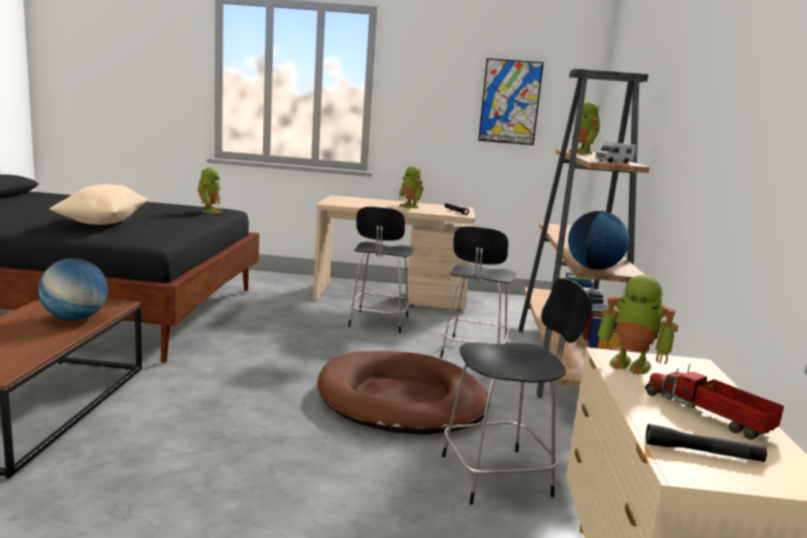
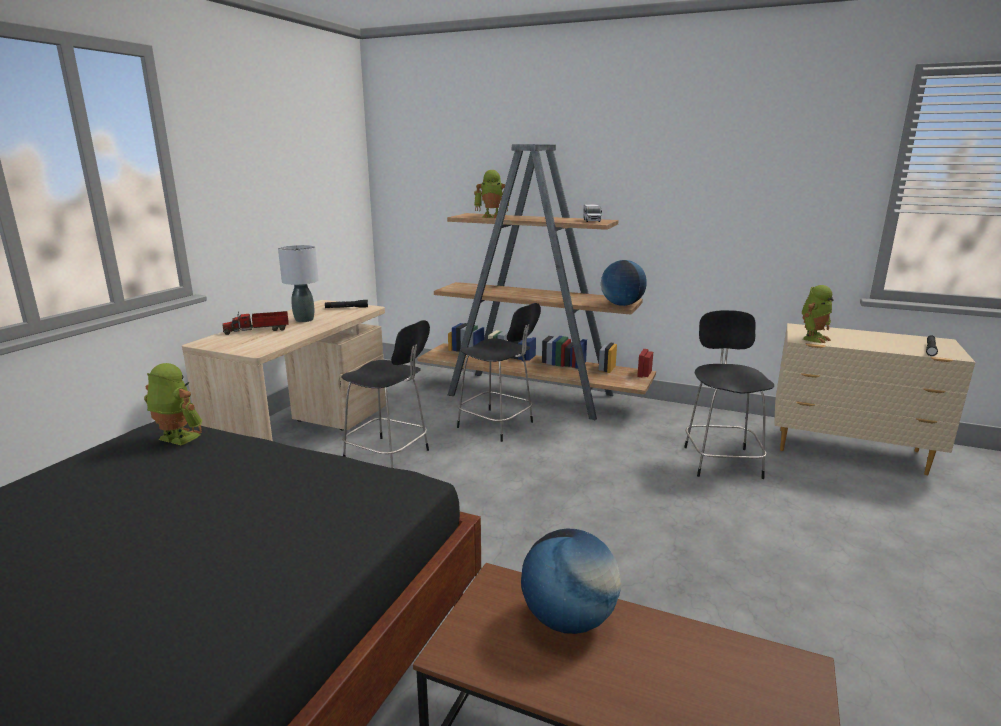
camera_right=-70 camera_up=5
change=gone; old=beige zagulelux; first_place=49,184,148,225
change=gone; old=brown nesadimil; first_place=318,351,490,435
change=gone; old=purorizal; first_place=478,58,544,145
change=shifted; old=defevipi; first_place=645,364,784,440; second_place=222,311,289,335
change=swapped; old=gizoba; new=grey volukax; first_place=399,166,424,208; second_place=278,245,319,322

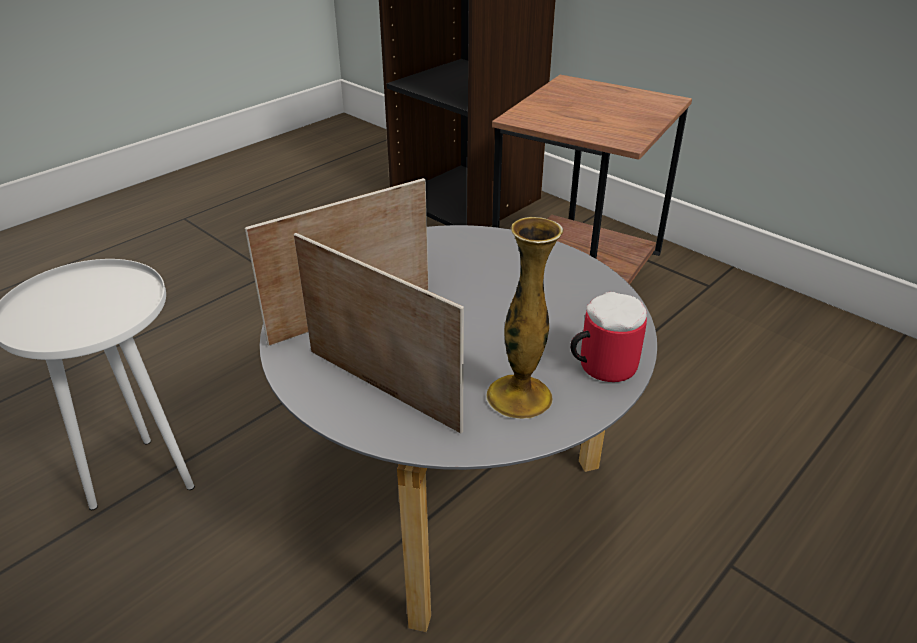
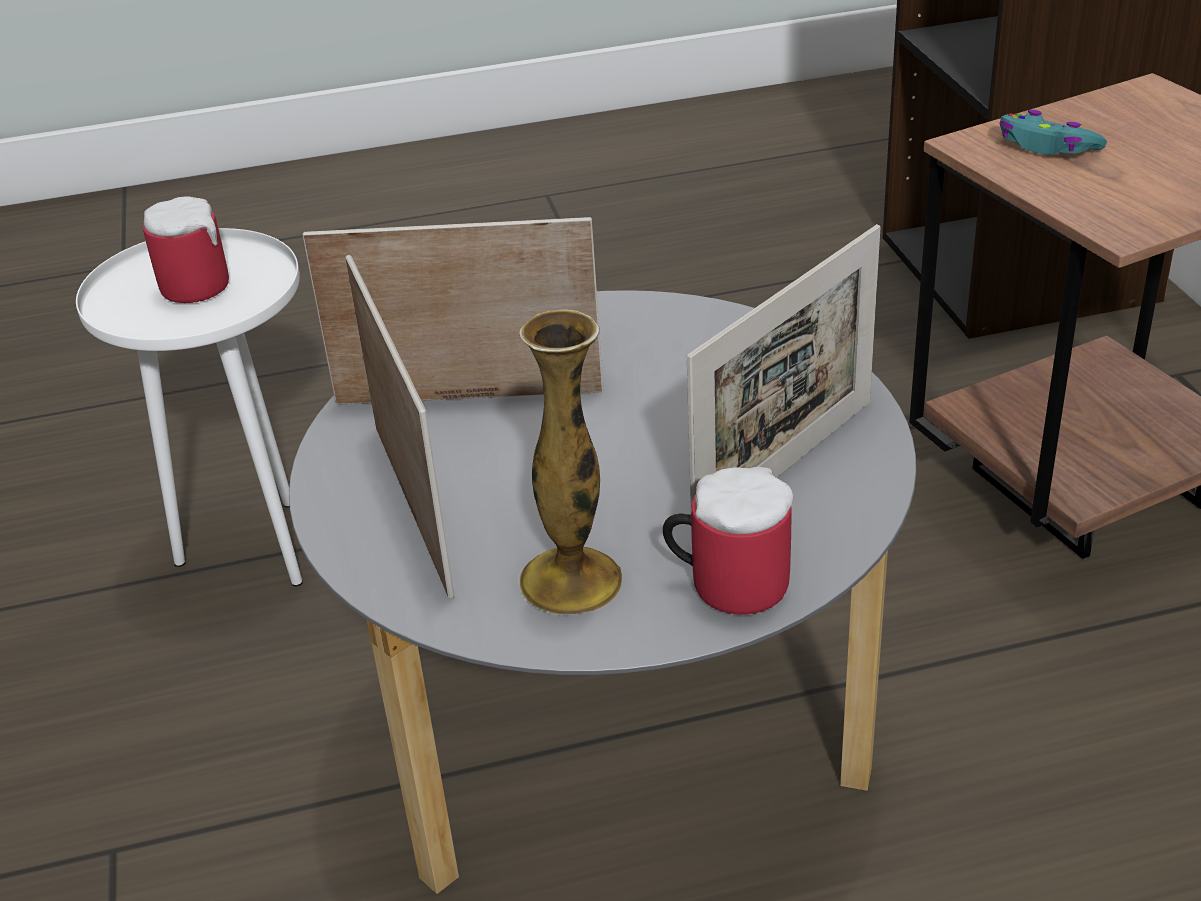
camera_right=35 camera_up=0
change=new; new=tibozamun; second_place=143,196,229,303
change=new; new=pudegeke; second_place=687,224,880,537
change=new; new=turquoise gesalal; second_place=999,110,1107,155

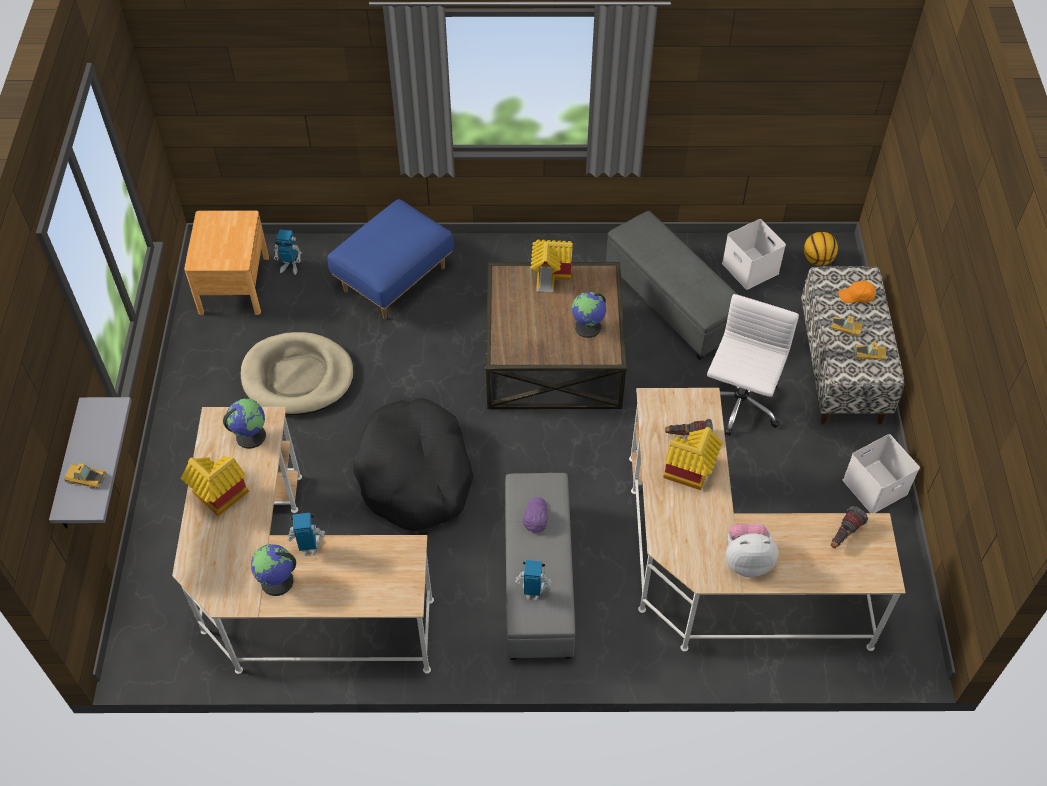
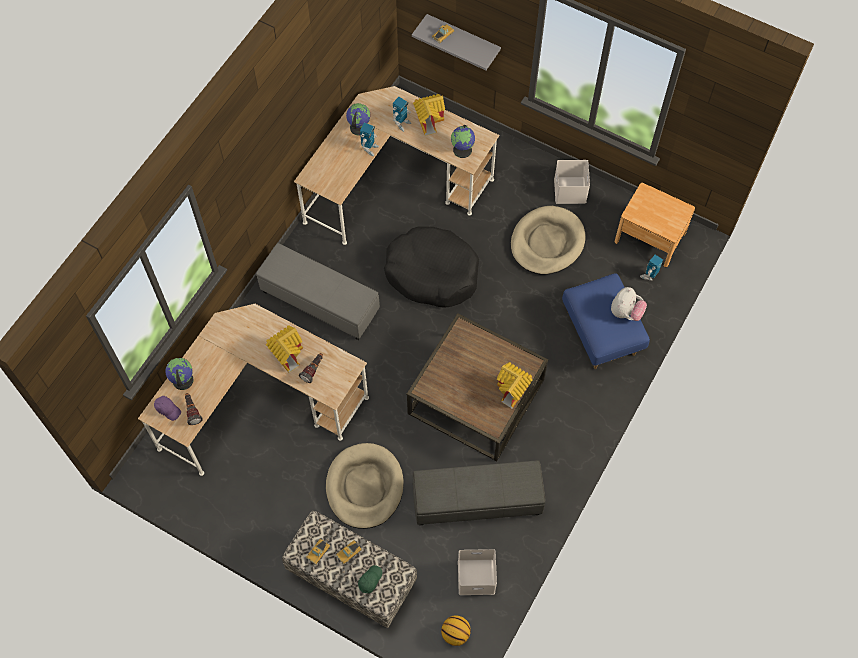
camera_right=120 camera_up=10
change=shifted; old=gizoba; first_place=515,560,551,601; second_place=392,97,411,132
change=shifted; old=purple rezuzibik; first_place=523,497,548,533; second_place=154,396,181,421
change=shifted; old=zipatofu; first_place=572,292,606,338; second_place=165,358,194,390
change=shifted; old=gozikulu; first_place=726,523,779,577; second_place=611,287,647,321
change=shifted; old=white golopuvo; first_place=843,434,920,513; second_place=554,160,590,204
change=swapped; old=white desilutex; new=beige nesadimil; first_place=707,294,799,436; second_place=326,443,404,529
change=repainted; old=orange rezuzibik; new=green rezuzibik; first_place=838,281,876,303; second_place=358,565,382,593

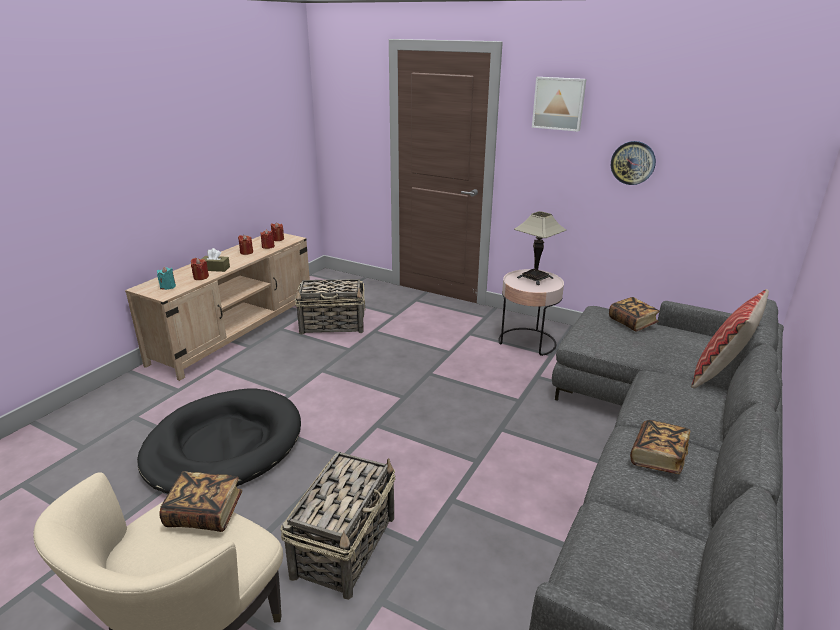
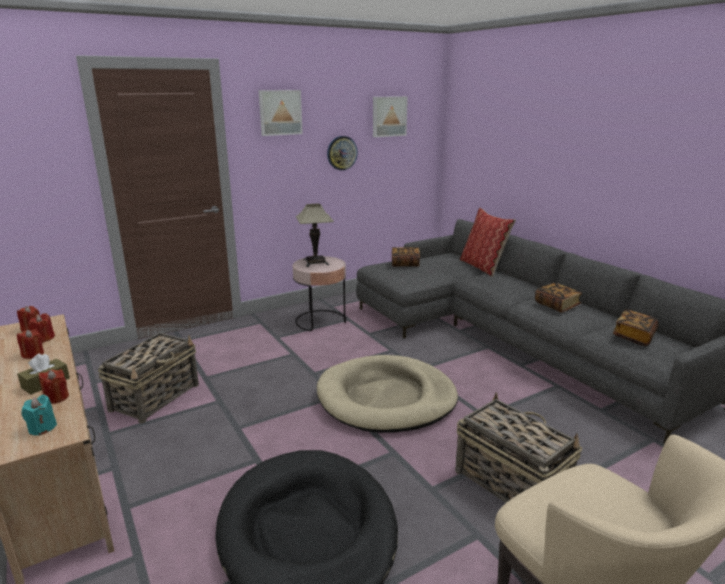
camera_right=-60 camera_up=-5
change=new; new=beige nesadimil; second_place=317,355,458,433
change=new; new=purorizal; second_place=373,96,408,137
change=shifted; old=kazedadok; first_place=159,471,242,532; second_place=613,310,658,346

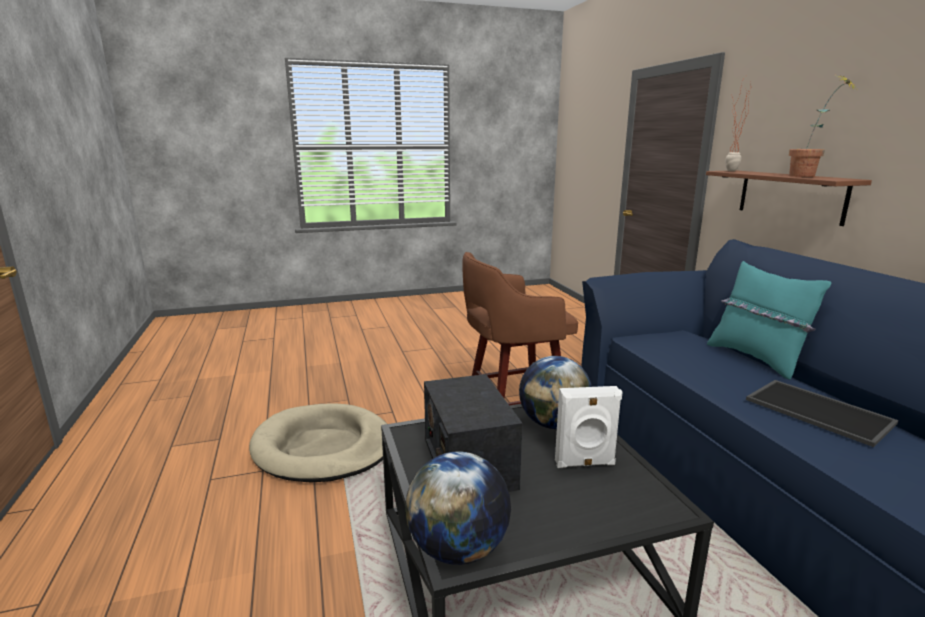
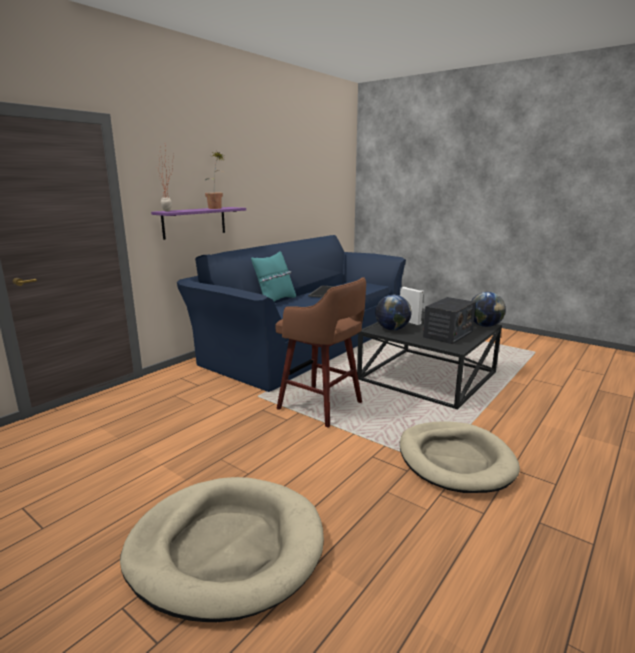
camera_right=-125 camera_up=0
change=new; new=beige nesadimil; second_place=120,477,324,622
change=repainted; old=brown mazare; new=purple mazare; first_place=706,170,872,226; second_place=151,207,246,240

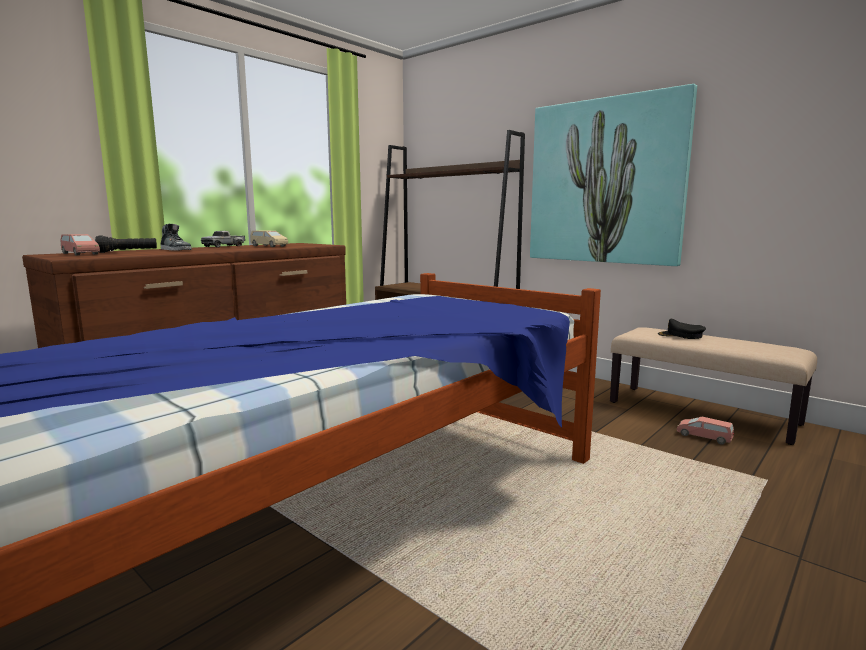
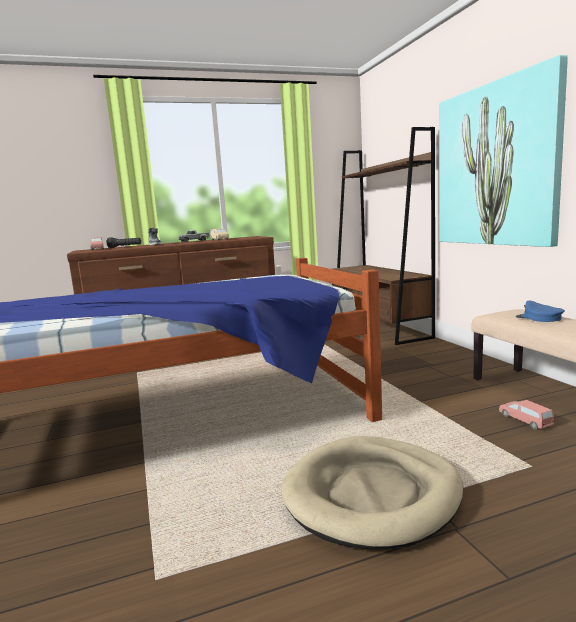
camera_right=30 camera_up=0
change=new; new=beige nesadimil; second_place=281,436,463,550
change=repainted; old=black rezuzibik; new=blue rezuzibik; first_place=658,319,706,339; second_place=515,300,565,322

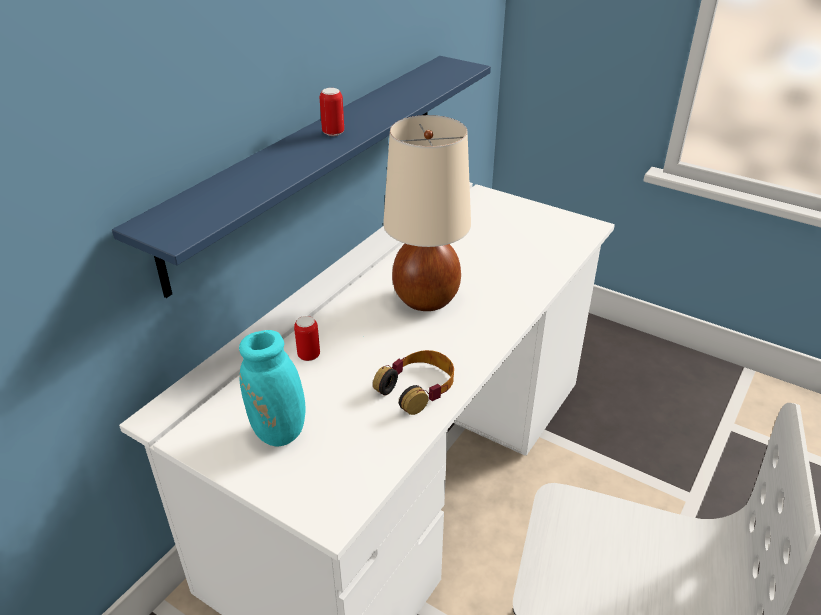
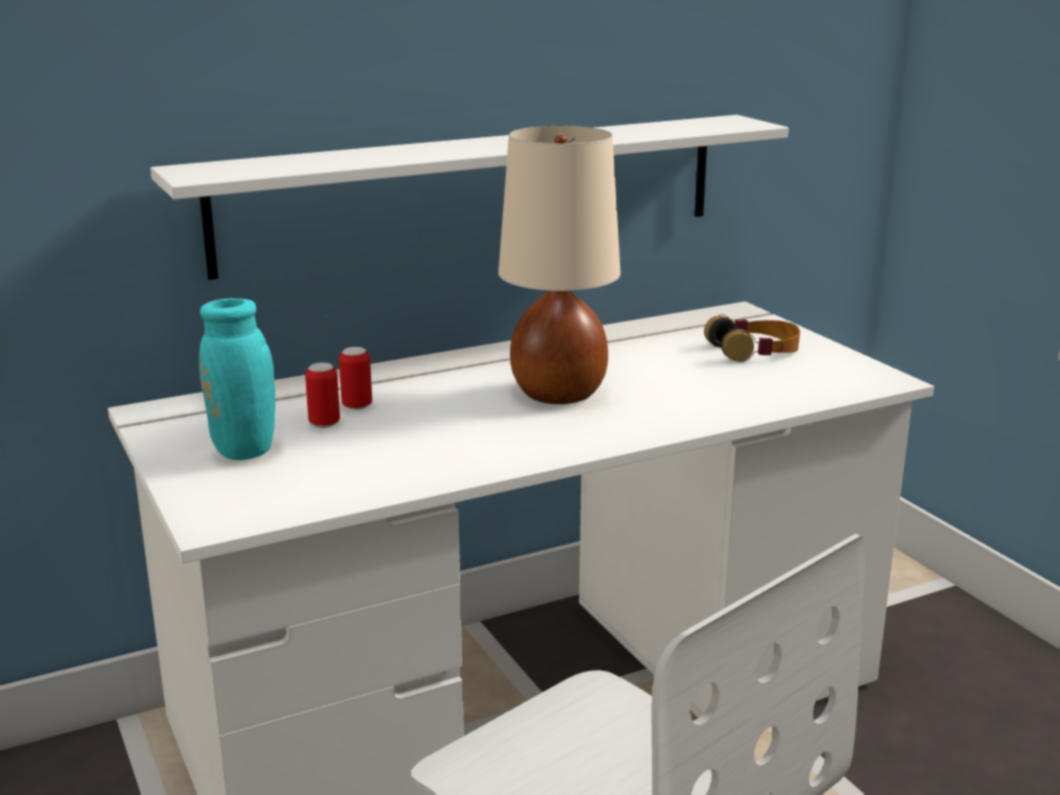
camera_right=30 camera_up=-15
change=shifted; old=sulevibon; first_place=320,88,344,136; second_place=305,362,340,428
change=shifted; old=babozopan; first_place=373,350,454,415; second_place=704,315,800,362
change=repainted; old=blue mazare; new=white mazare; first_place=112,56,491,298; second_place=150,115,789,280

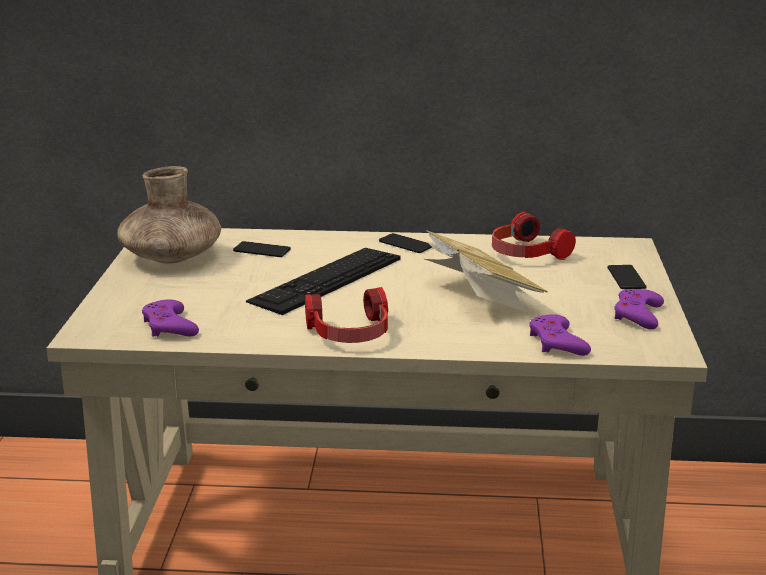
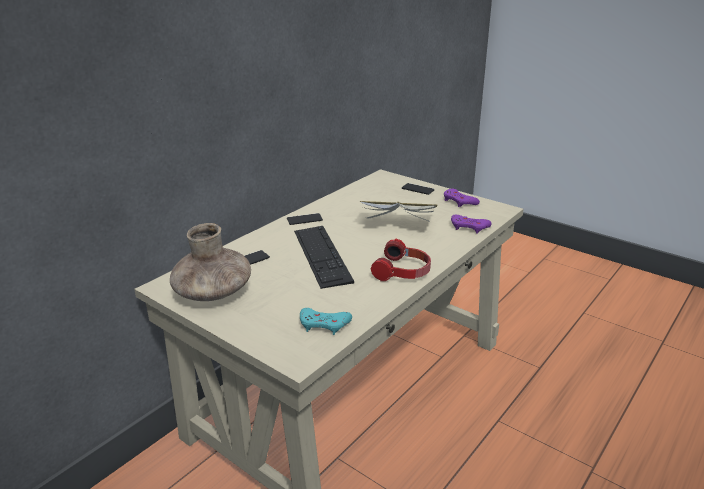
camera_right=-55 camera_up=5
change=gone; old=babozopan; first_place=492,211,576,260
change=repainted; old=purple gesalal; new=turquoise gesalal; first_place=142,299,199,337; second_place=300,308,352,335

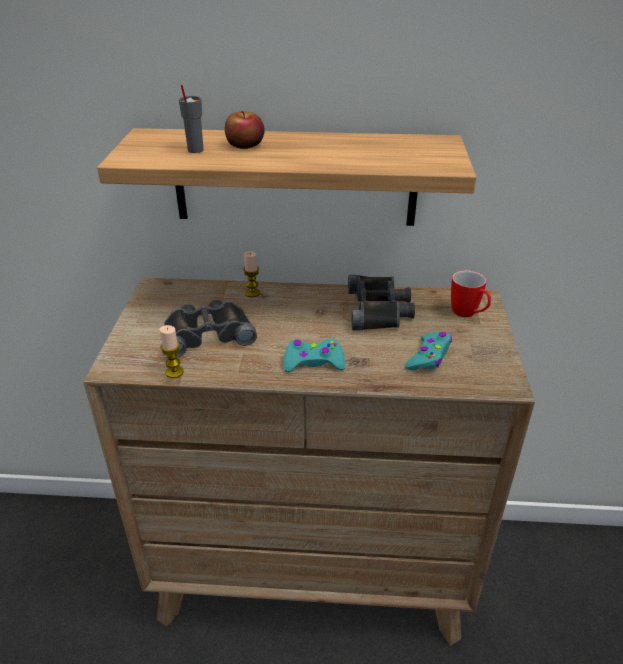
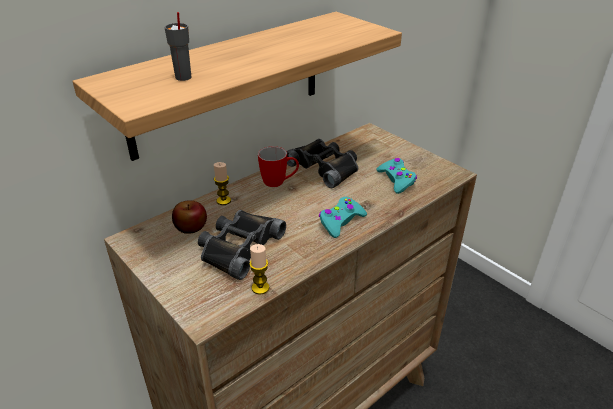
camera_right=-45 camera_up=0
change=shifted; old=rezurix; first_place=225,111,265,149; second_place=172,200,207,234
change=shifted; old=tibozamun; first_place=451,270,491,317; second_place=258,146,299,187

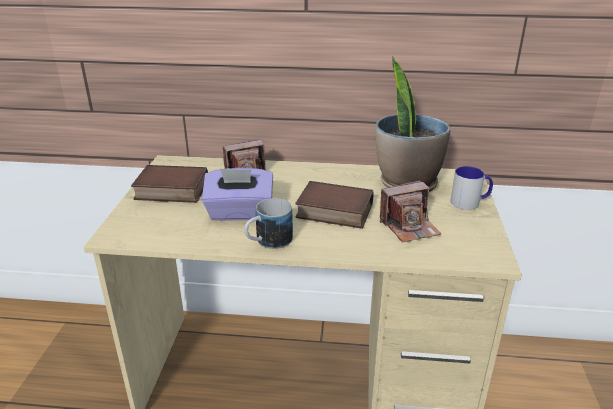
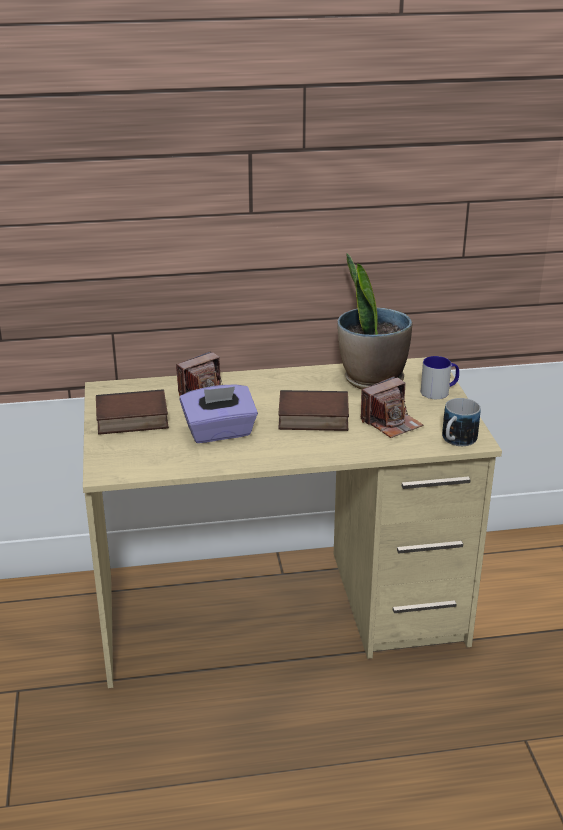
camera_right=-15 camera_up=0
change=shifted; old=tibozamun; first_place=244,198,293,249; second_place=442,398,481,446

